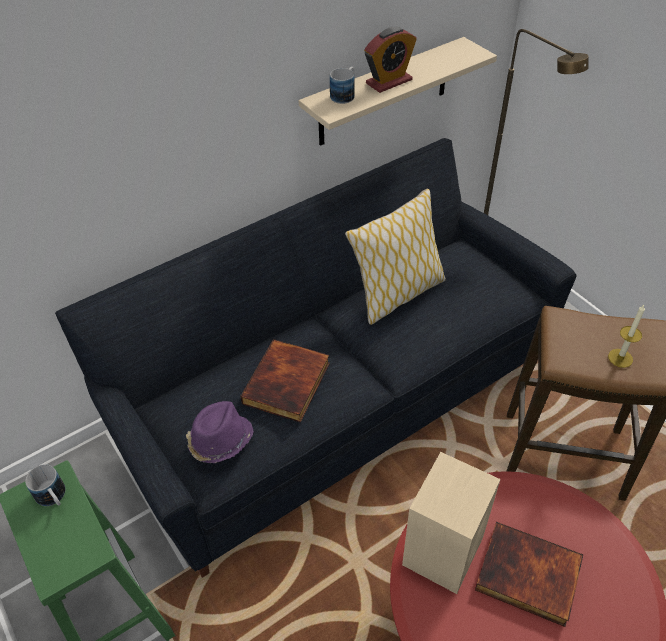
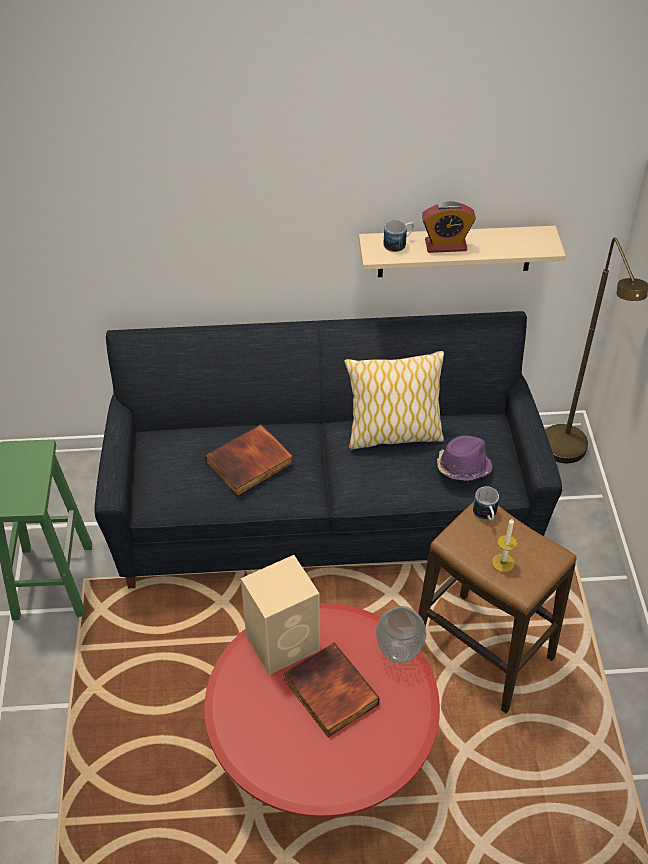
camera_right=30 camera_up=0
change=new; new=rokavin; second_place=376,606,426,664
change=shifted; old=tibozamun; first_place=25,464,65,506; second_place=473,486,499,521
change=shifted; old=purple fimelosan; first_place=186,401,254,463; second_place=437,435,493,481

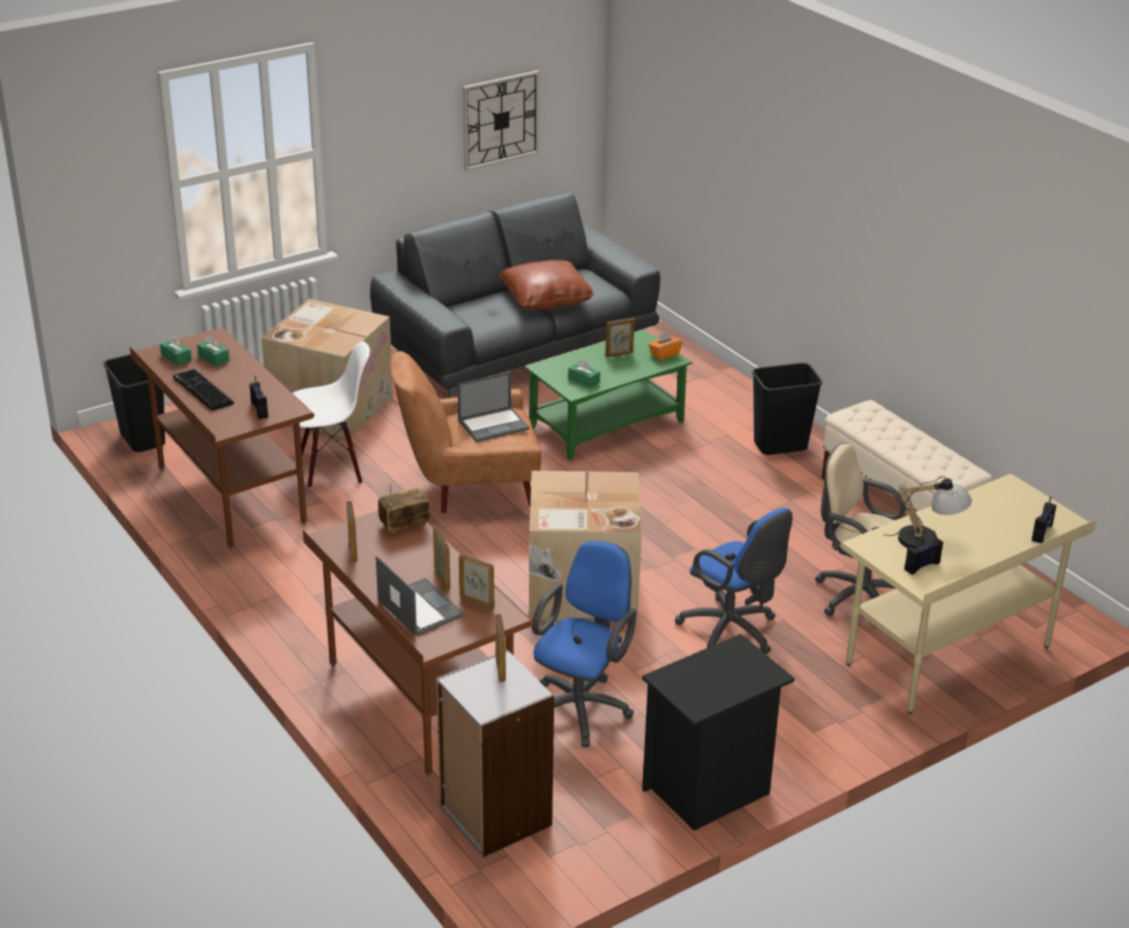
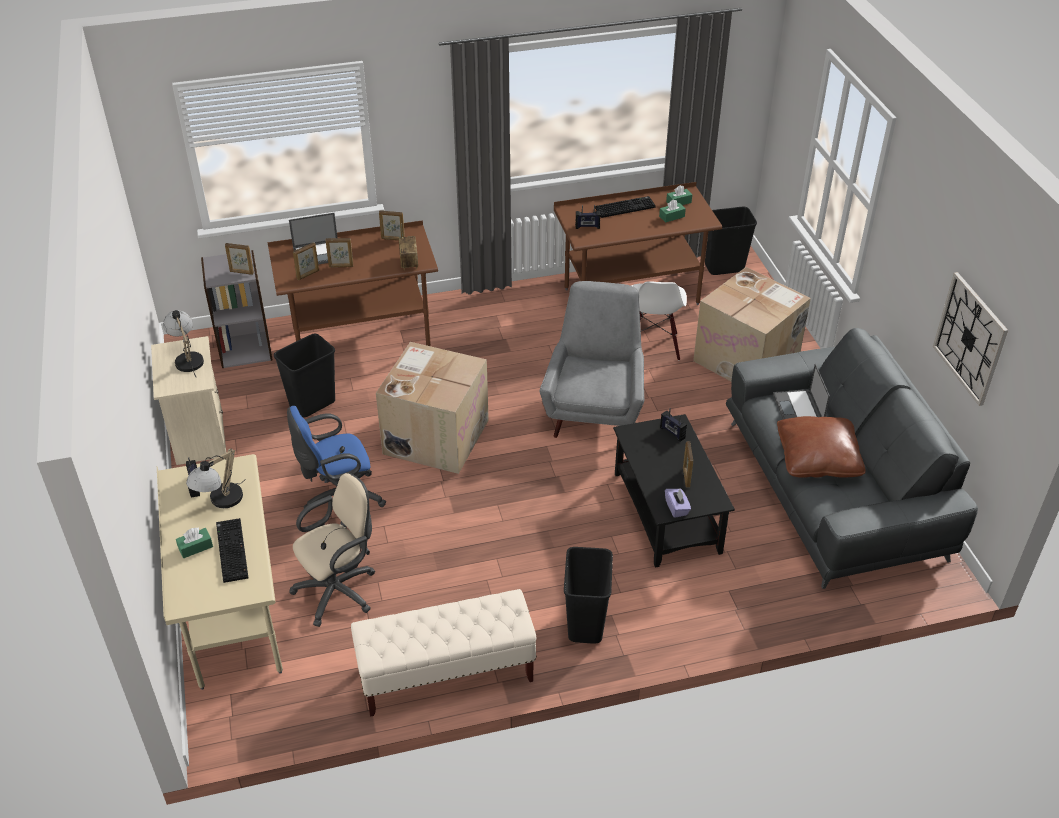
camera_right=110 camera_up=10
change=new; new=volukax; second_place=163,310,204,377
change=new; new=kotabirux; second_place=216,518,249,583
change=shifted; old=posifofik; first_place=458,372,529,442; second_place=773,364,830,419
change=shifted; old=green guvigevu; first_place=568,359,600,388; second_place=176,527,213,558
change=shifted; old=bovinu; first_place=1032,496,1056,543; second_place=660,408,687,442
change=swapped; old=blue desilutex; new=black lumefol; first_place=532,541,637,747; second_place=274,334,335,417
change=repainted; old=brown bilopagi; new=grey bilopagi; first_place=390,351,541,513; second_place=539,281,644,438
change=repainted; old=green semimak; new=black semimak; first_place=524,329,692,461; second_place=613,414,735,568
change=repainted; old=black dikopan; new=beige dikopan; first_place=642,634,795,831; second_place=151,336,227,465
change=repainted; old=orange guvigevu; new=purple guvigevu; first_place=649,332,682,360; second_place=665,489,691,518

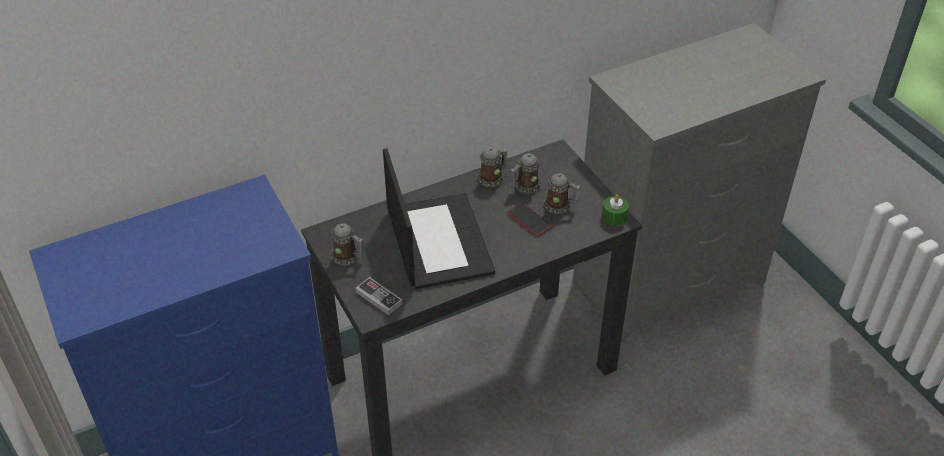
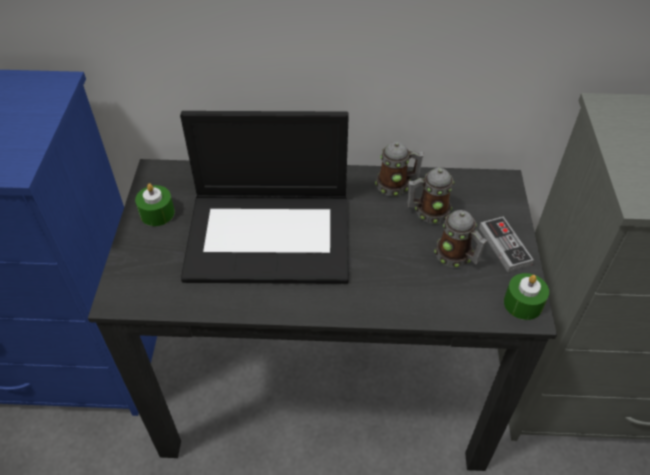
camera_right=30 camera_up=5
change=gone; old=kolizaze; first_place=507,203,553,236
change=shifted; old=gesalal; first_place=355,277,403,315; second_place=479,216,534,272
change=swapped; old=tibozamun; new=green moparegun; first_place=331,223,364,266; second_place=135,184,175,226
change=rotated; old=posifofik; first_place=383,148,495,289; second_place=180,111,349,284; degrees=75

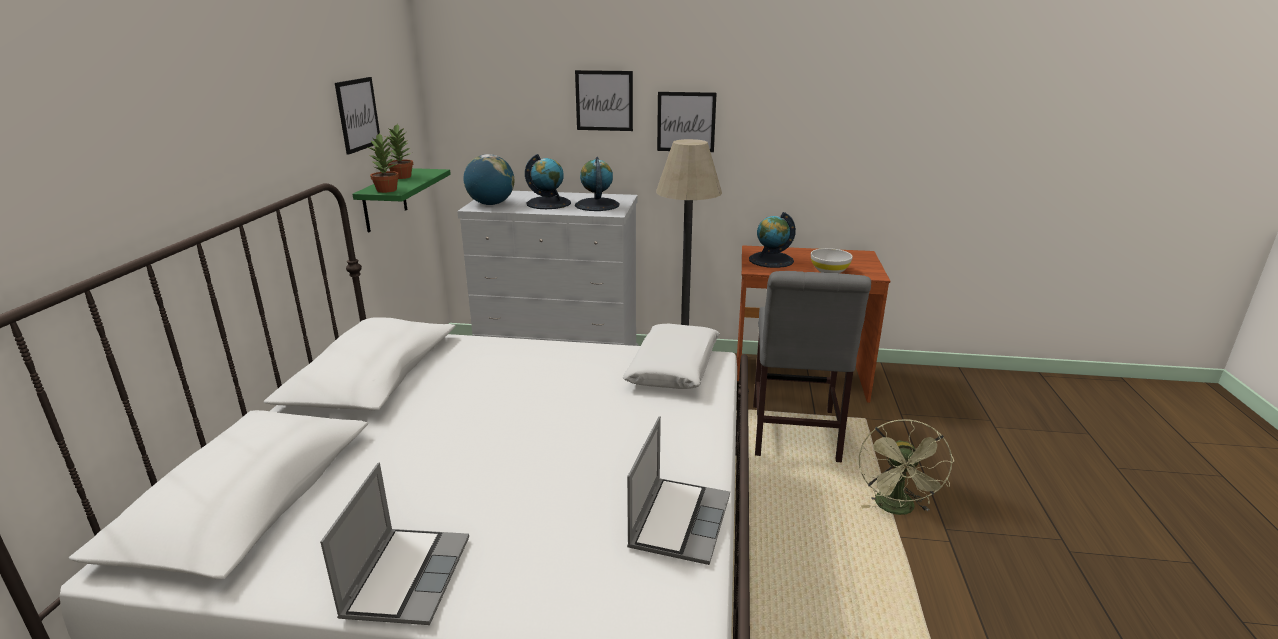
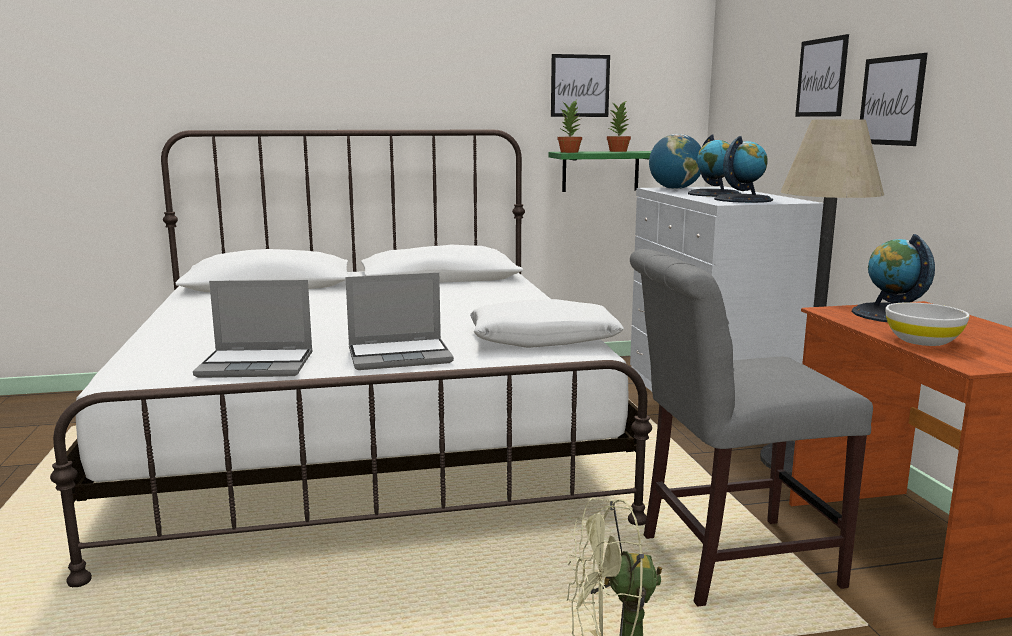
camera_right=70 camera_up=-10
change=shifted; old=posifofik; first_place=320,463,469,625; second_place=346,272,454,370

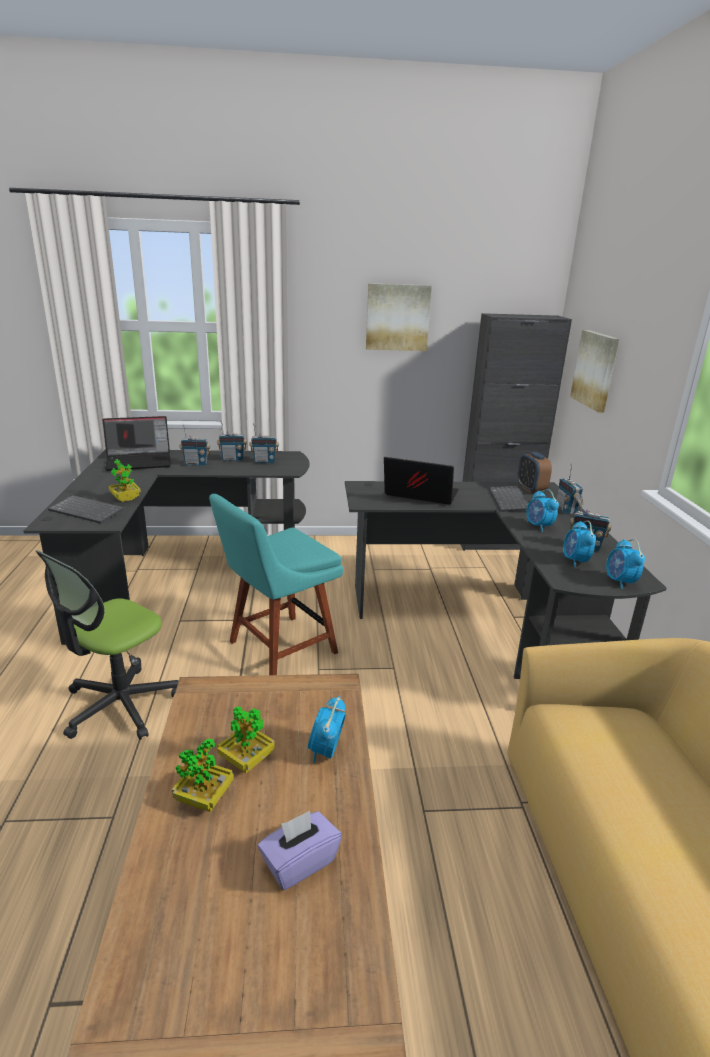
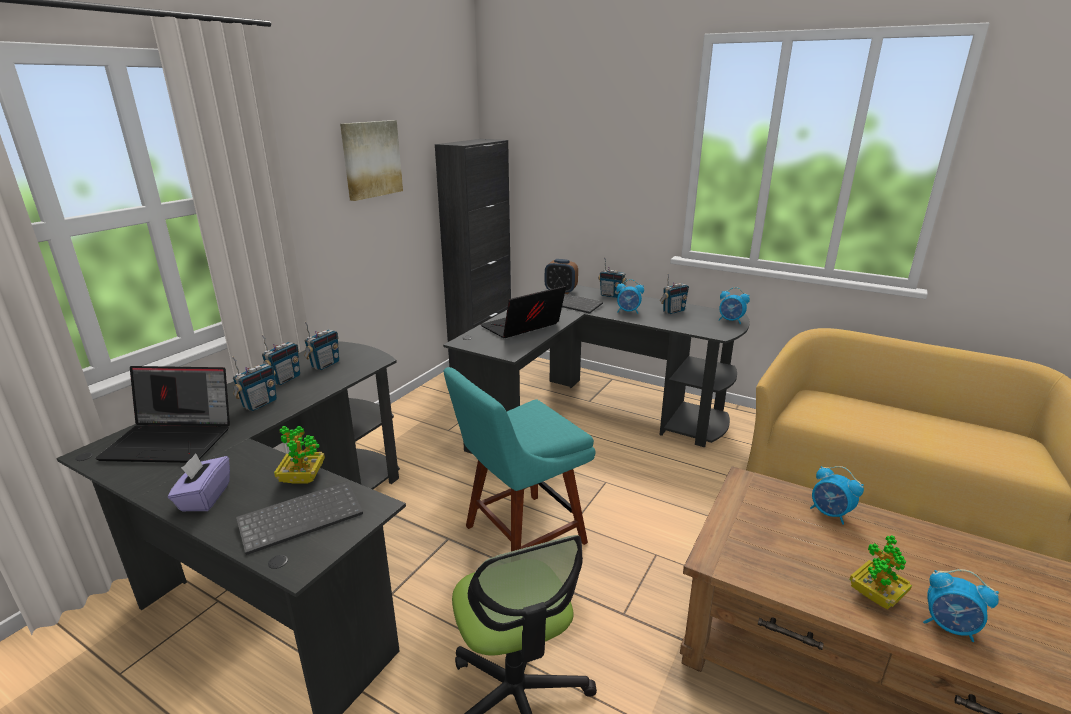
camera_right=-55 camera_up=0
change=gone; old=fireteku; first_place=217,706,275,773
change=gone; old=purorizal; first_place=570,330,619,413
change=shifted; old=purple guvigevu; first_place=258,811,342,890; second_place=168,453,230,511
change=shifted; old=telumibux; first_place=563,521,596,567; second_place=923,569,999,642
change=rotated; old=posifofik; first_place=102,416,171,471; second_place=95,366,230,463; degrees=75
change=rotated; old=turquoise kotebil; first_place=209,494,343,675; second_place=443,367,596,552; degrees=60

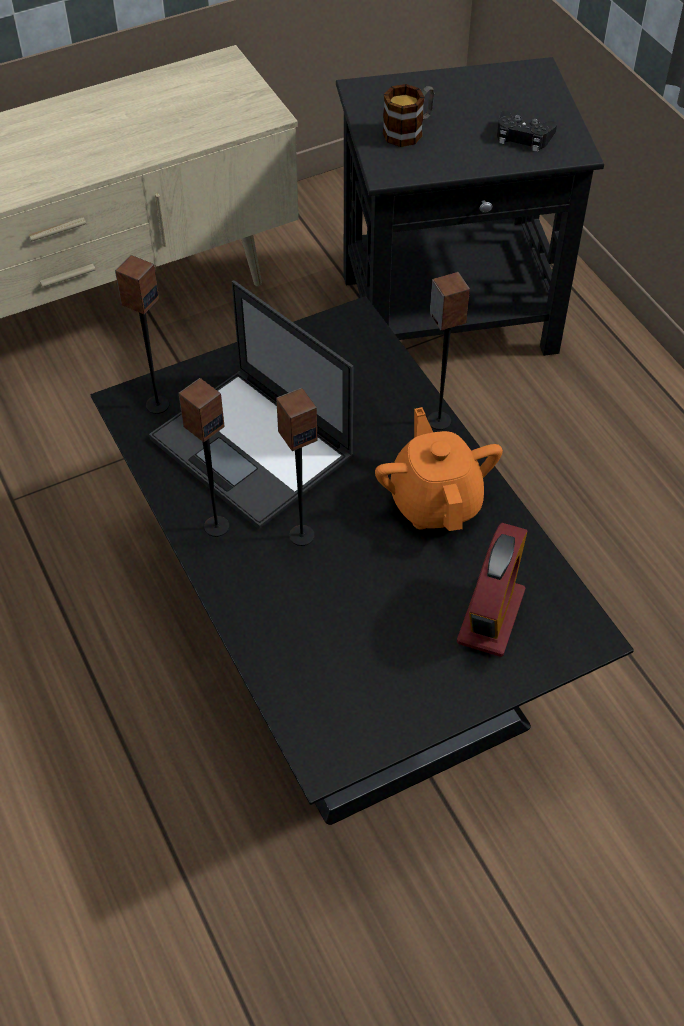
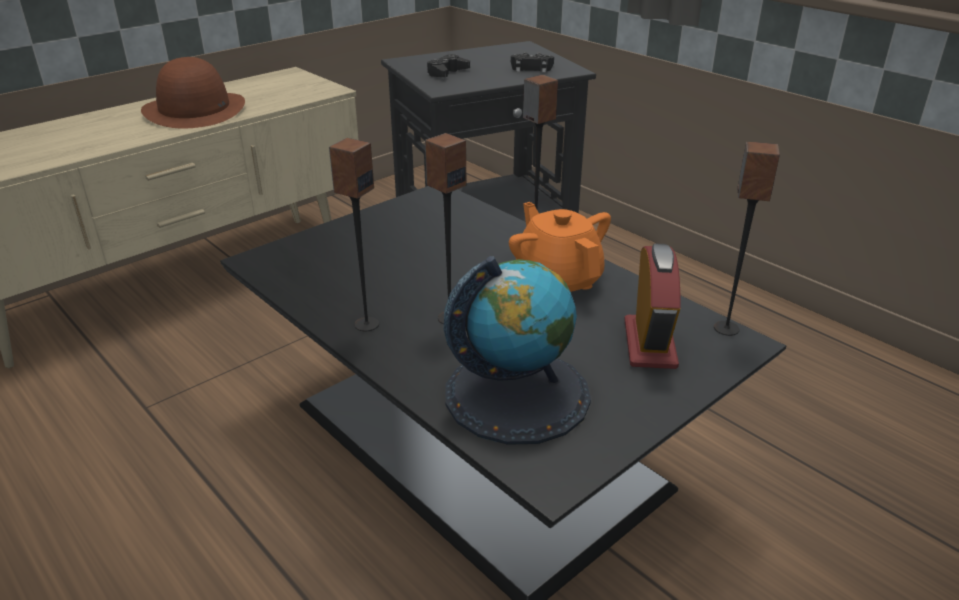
camera_right=-15 camera_up=-20
change=gone; old=posifofik; first_place=149,281,354,529
change=new; new=brown fimelosan; second_place=141,57,245,128
change=new; new=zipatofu; second_place=444,256,591,445
change=shifted; old=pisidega; first_place=115,255,169,414; second_place=714,141,780,336
change=swapped; old=tibozamun; new=black gesalal; first_place=383,84,434,147; second_place=427,54,470,77

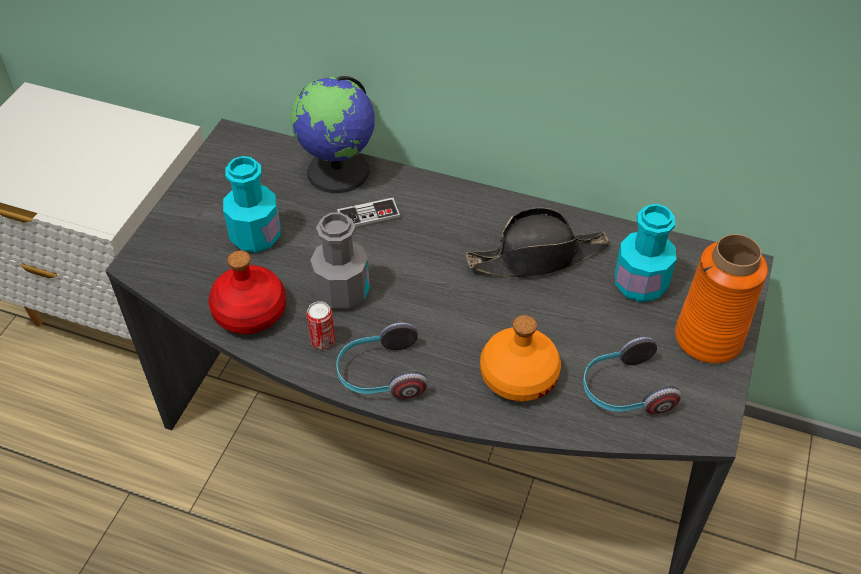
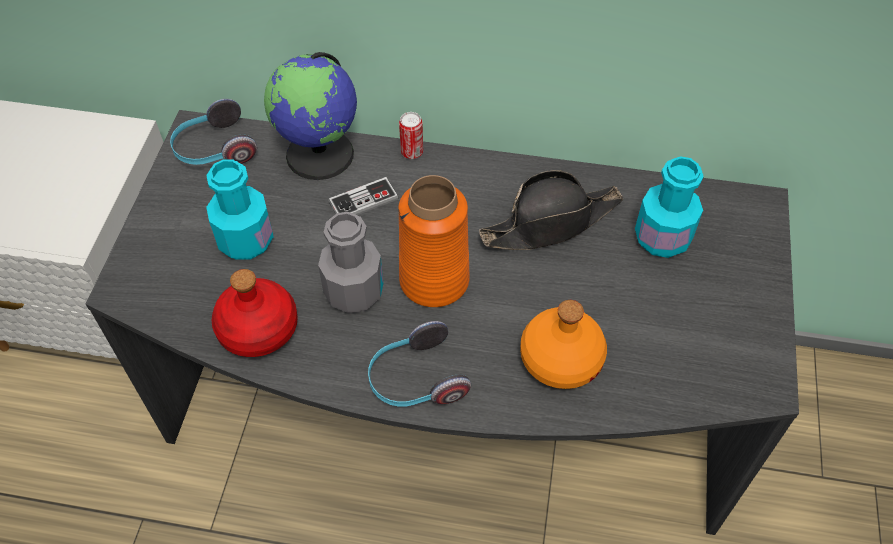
camera_right=-10 camera_up=5
change=shifted; old=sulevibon; first_place=307,301,335,349; second_place=399,112,423,159
change=shifted; old=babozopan; first_place=583,337,681,414; second_place=170,99,257,165
change=shifted; old=orange rokavin; first_place=675,234,768,363; second_place=398,175,470,307

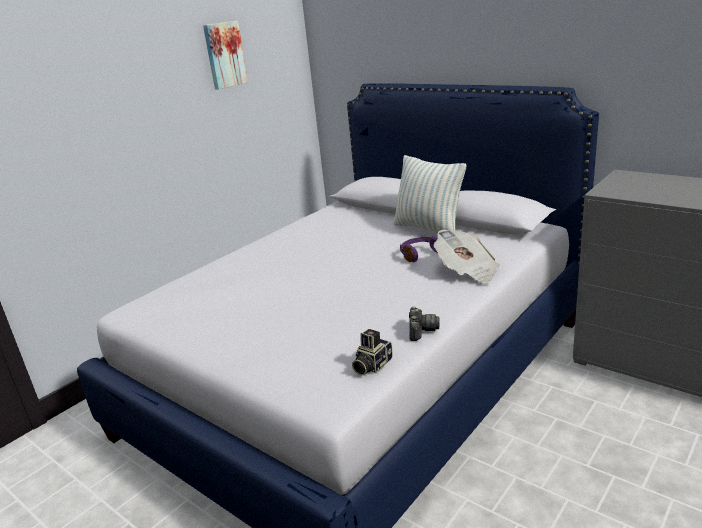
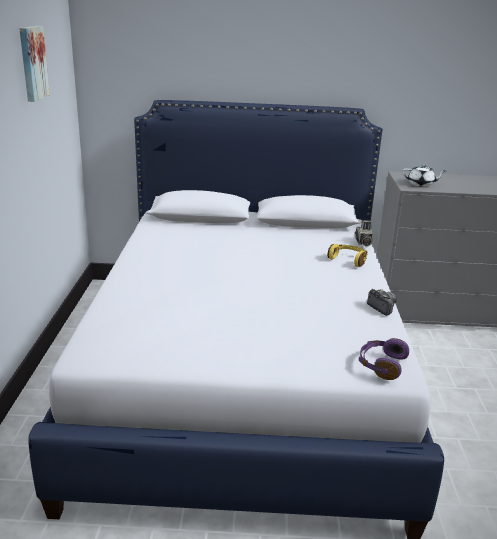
camera_right=-40 camera_up=0
change=gone; old=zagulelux; first_place=393,155,466,233
change=new; new=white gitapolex; second_place=402,164,445,187
change=shifted; old=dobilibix; first_place=352,329,393,376; second_place=355,220,373,247
change=shifted; old=purple babozopan; first_place=400,236,438,262; second_place=359,338,409,380
change=swapped; old=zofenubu; new=yellow babozopan; first_place=434,230,500,284; second_place=327,244,368,267

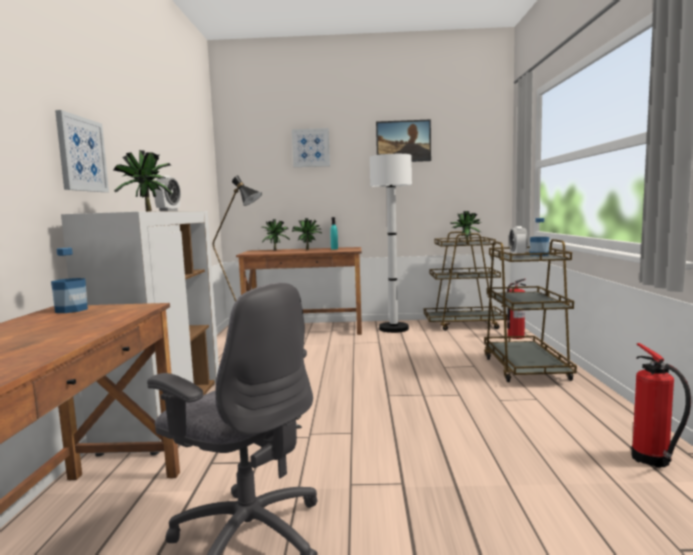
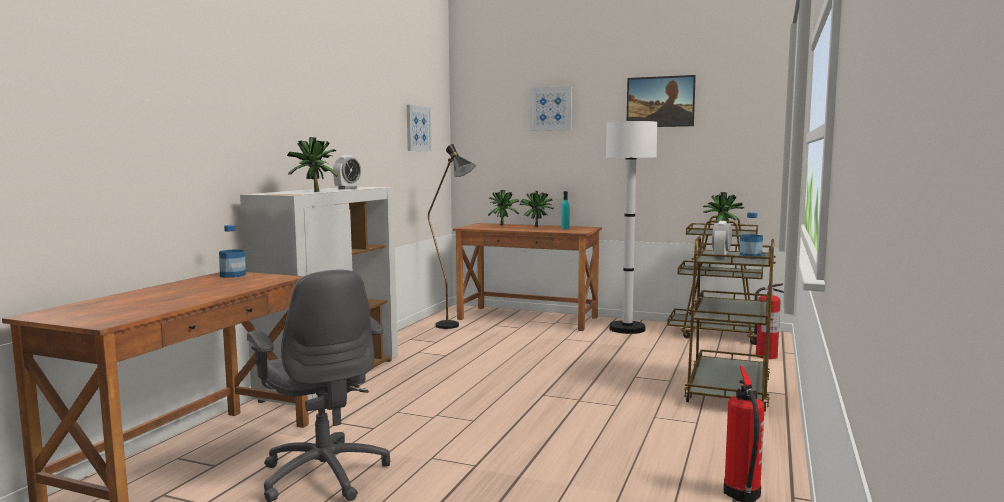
camera_right=20 camera_up=0
change=shifted; old=purorizal; first_place=55,110,109,192; second_place=407,105,432,151

